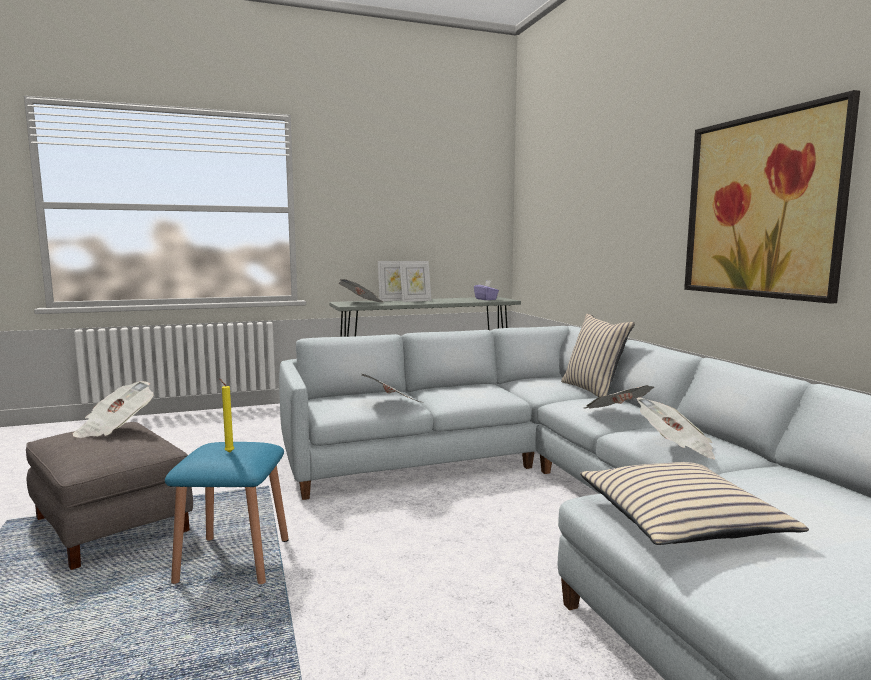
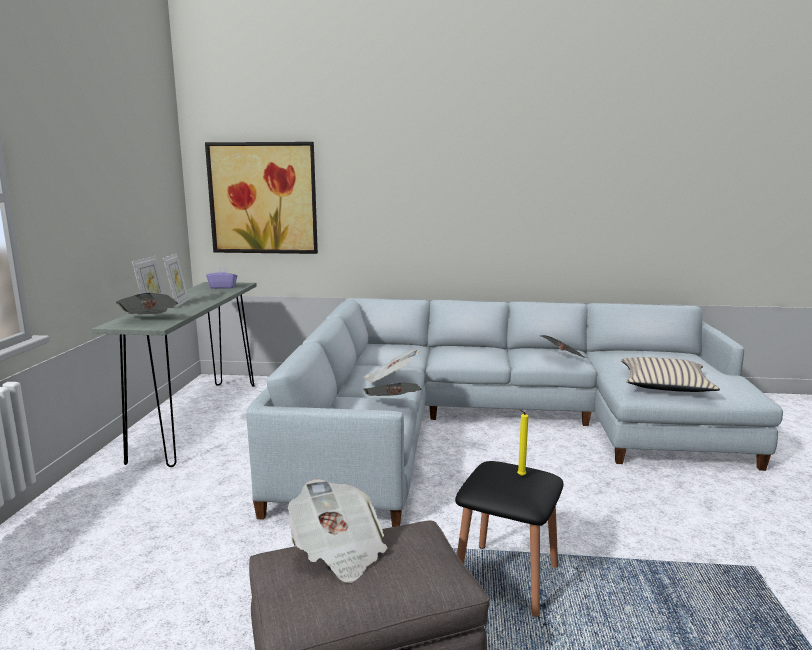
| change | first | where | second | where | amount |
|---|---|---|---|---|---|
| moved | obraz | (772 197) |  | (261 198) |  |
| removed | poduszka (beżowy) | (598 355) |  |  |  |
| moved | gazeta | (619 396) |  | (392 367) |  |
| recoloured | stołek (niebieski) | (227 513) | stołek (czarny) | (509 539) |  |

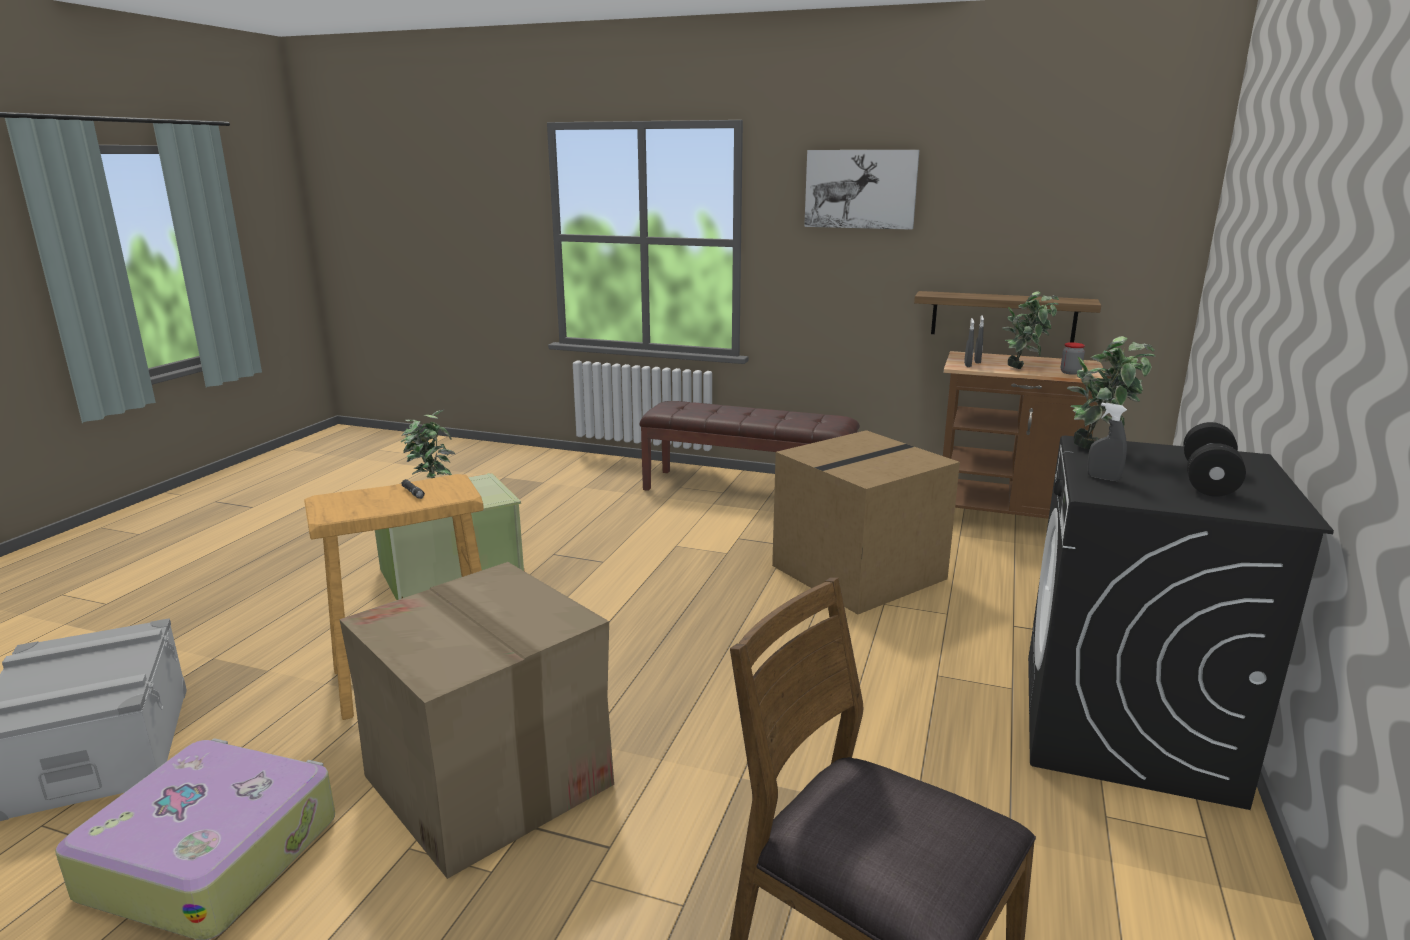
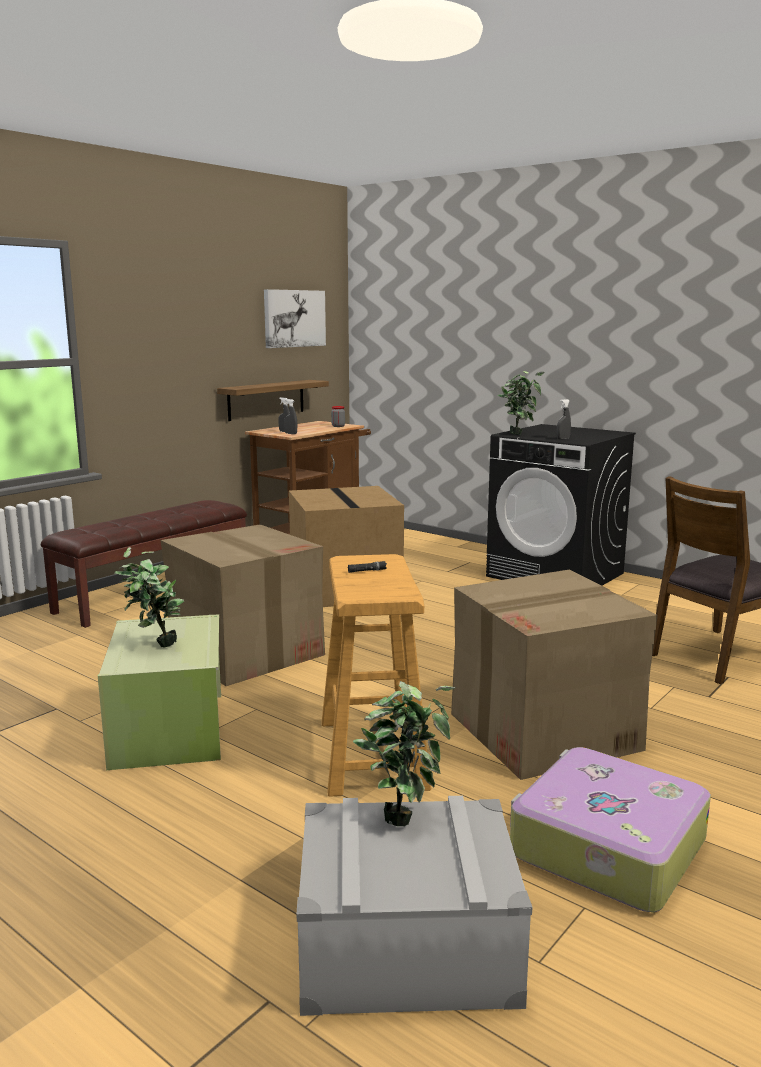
| change | first | where | second | where | amount |
|---|---|---|---|---|---|
| moved | obraz | (861 190) |  | (295 318) |  |
| moved | roślina doniczkowa | (1030 330) |  | (404 753) |  |
| removed | hantel (czarny) | (1215 459) |  |  |  |
| added |  |  | karton | (243 605) |  |

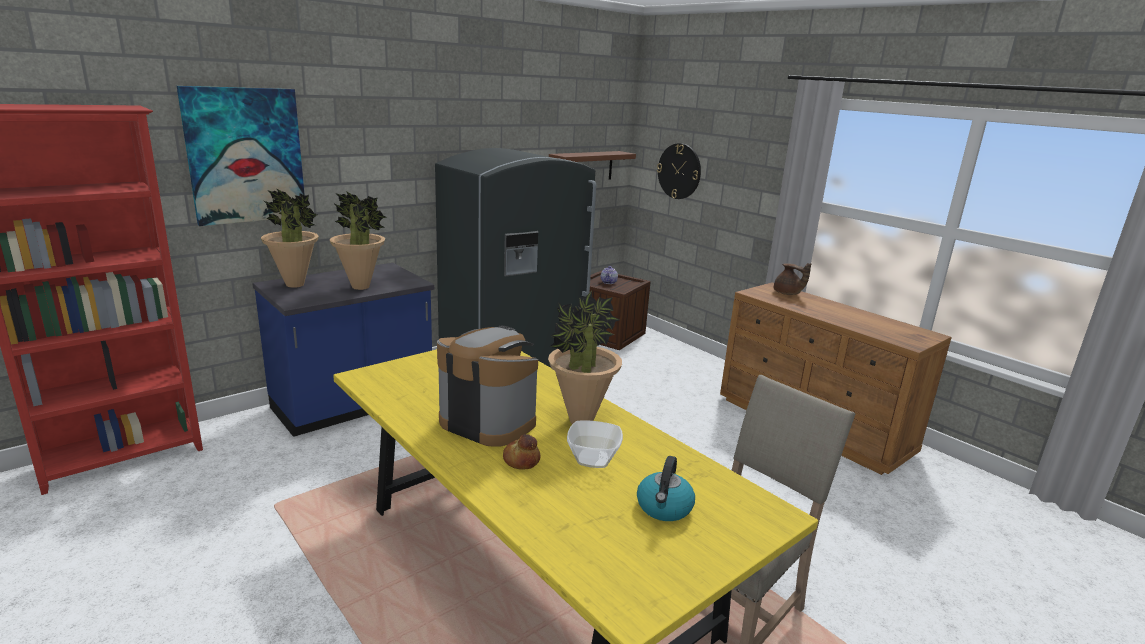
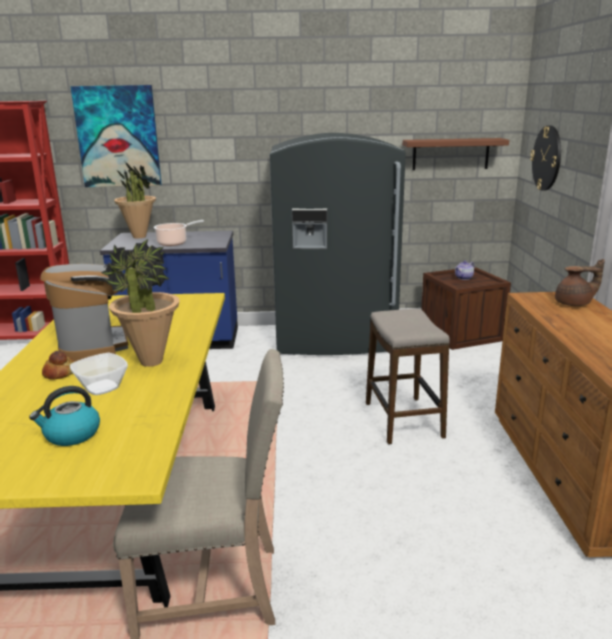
| change | first | where | second | where | amount |
|---|---|---|---|---|---|
| replaced | roślina doniczkowa | (358 240) | garnek | (179 233) |  |
| turned | imbryk (brązowy) | (792 279) |  | (580 282) | 90 degrees counterclockwise |
| added |  |  | stołek | (408 376) |  |

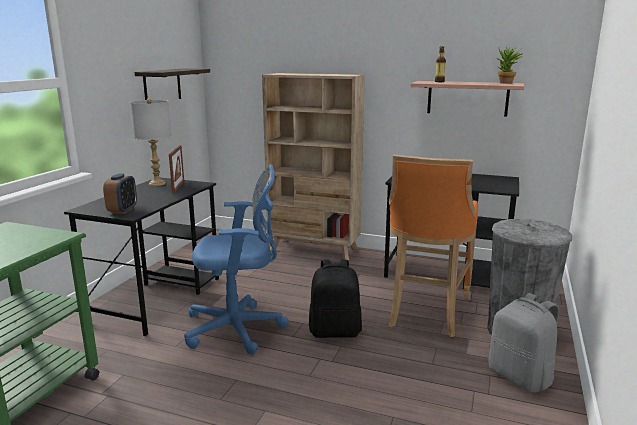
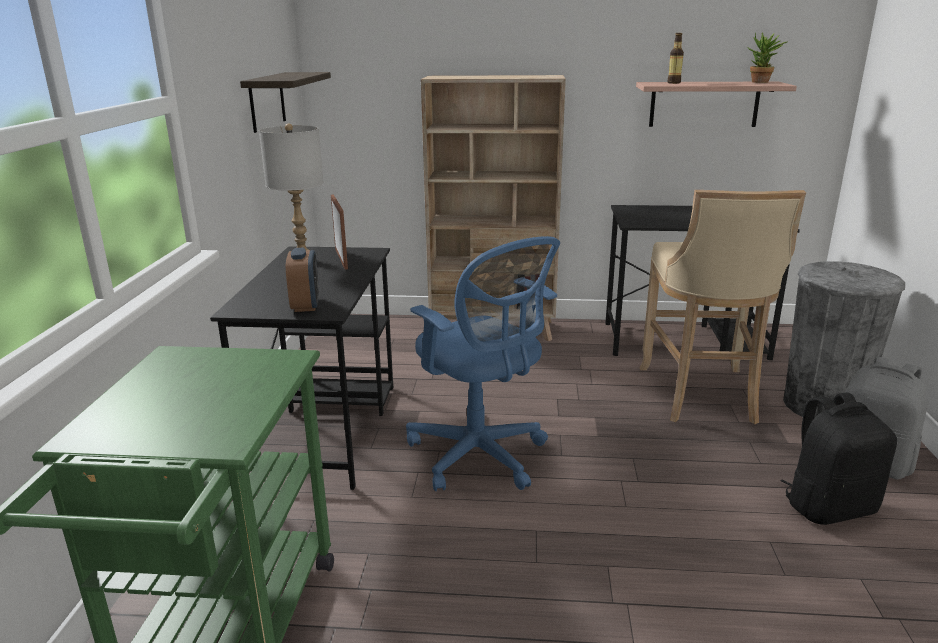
| change | first | where | second | where | amount |
|---|---|---|---|---|---|
| recoloured | stołek (pomarańczowy) | (433 246) | stołek (beżowy) | (723 307) |  |
| turned | krzesło biurowe (niebieski) | (236 259) |  | (483 363) | 75 degrees clockwise |
| moved | plecak (czarny) | (335 299) |  | (839 458) |  |

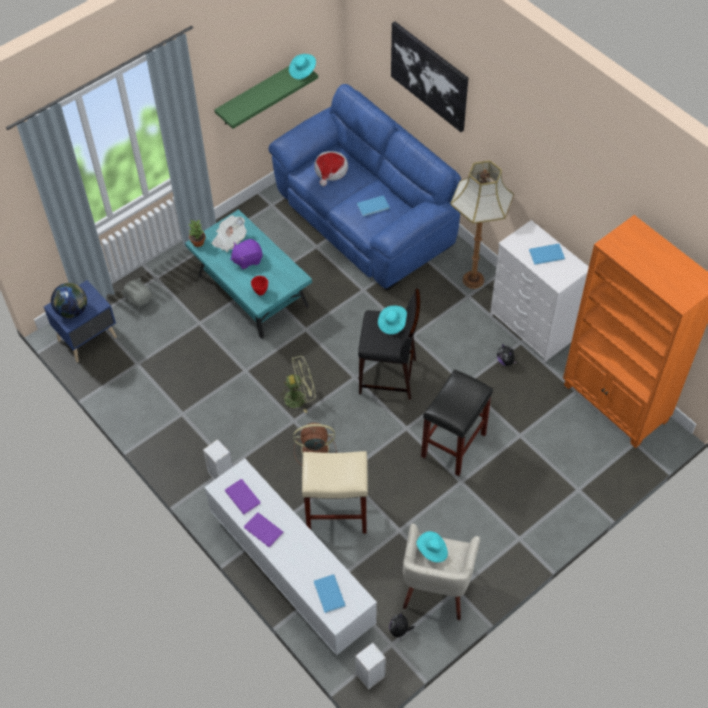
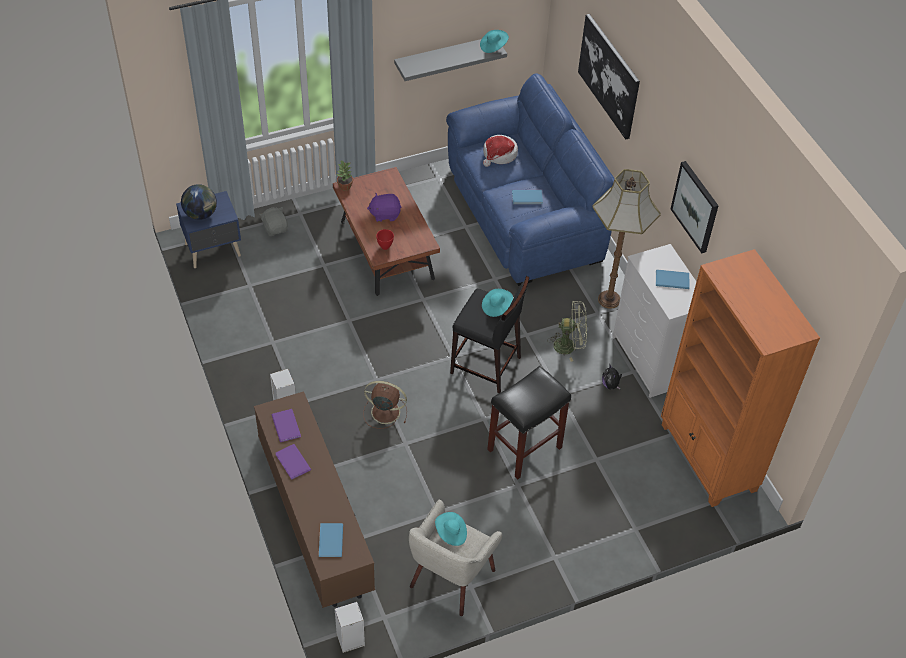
| change | first | where | second | where | amount |
|---|---|---|---|---|---|
| recoloured | półka (zielony) | (266 97) | półka (szary) | (450 60) |  |
| recoloured | ława (turkusowy) | (248 274) | ława (brązowy) | (386 231) |  |
| removed | gazeta | (229 233) |  |  |  |
| moved | wentylator (zielony) | (296 384) |  | (567 331) |  |
| removed | stołek (beżowy) | (335 492) |  |  |  |
| recoloured | szafka pod telewizor (biały) | (290 557) | szafka pod telewizor (brązowy) | (314 499) |  |
| removed | pluszak | (402 627) |  |  |  |
| added |  |  | obraz | (694 207) |  |

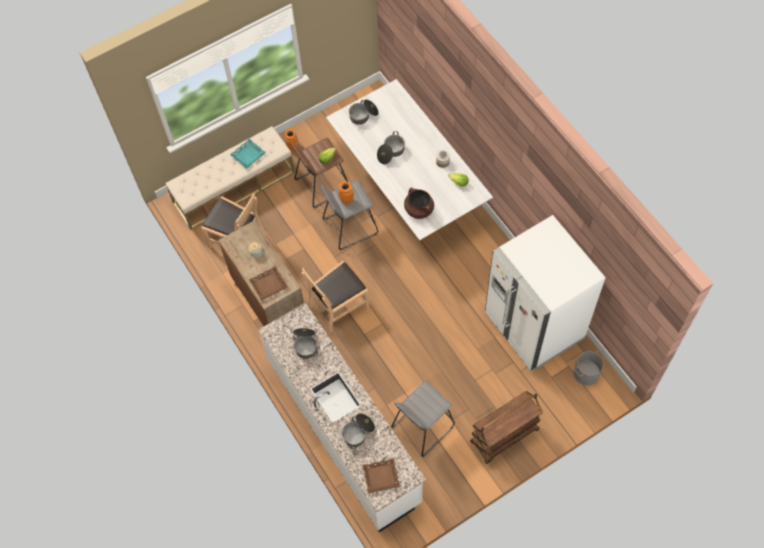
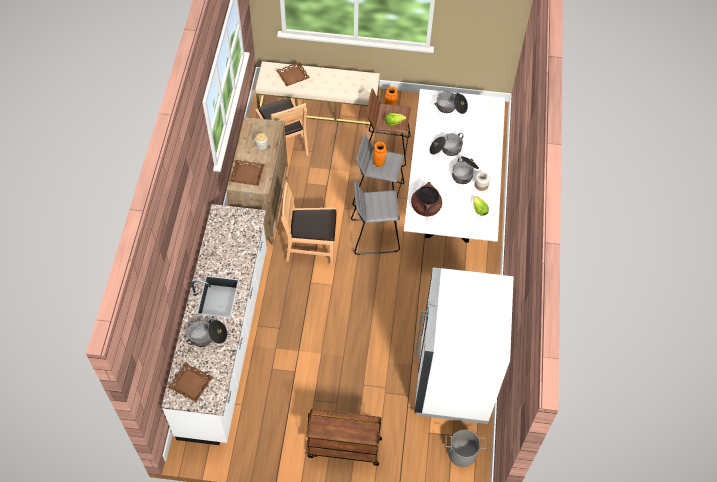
| change | first | where | second | where | amount |
|---|---|---|---|---|---|
| removed | taca (turkusowy) | (248 153) |  |  |  |
| moved | garnek | (305 343) |  | (465 170) |  |
| moved | stołek (szary) | (423 419) |  | (375 217) |  |
| added |  |  | taca (brązowy) | (293 74) |  |

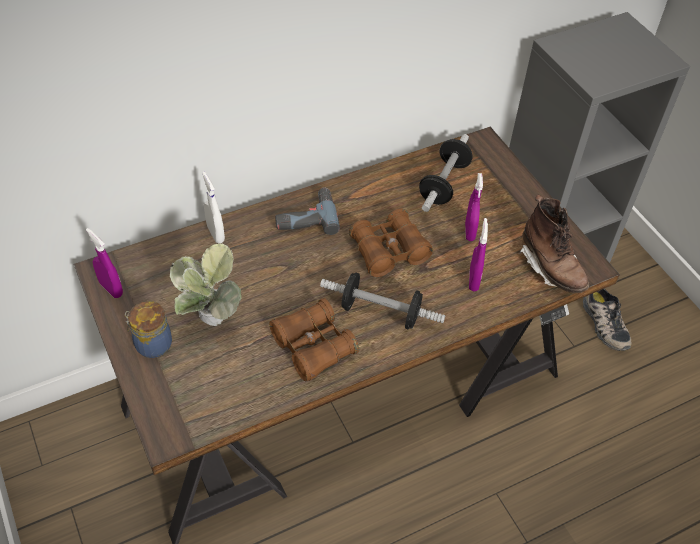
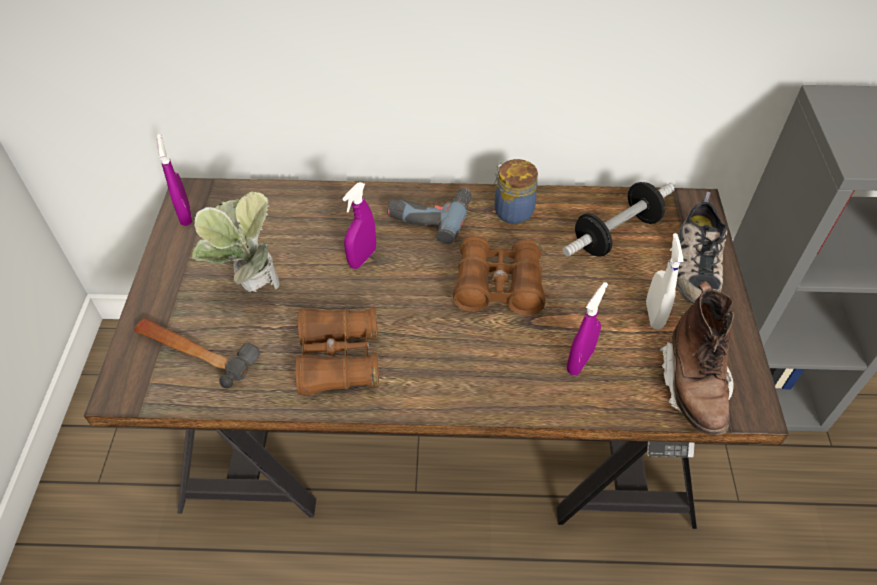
| change | first | where | second | where | amount |
|---|---|---|---|---|---|
| moved | spryskiwacz (biały) | (213 207) |  | (665 281) |  |
| moved | spryskiwacz (fioletowy) | (474 207) |  | (359 225) |  |
| removed | hantel | (382 301) |  |  |  |
| moved | but | (607 320) |  | (702 247) |  |
| moved | słoik | (148 329) |  | (516 191) |  |
| added |  |  | młotek | (197 353) |  |

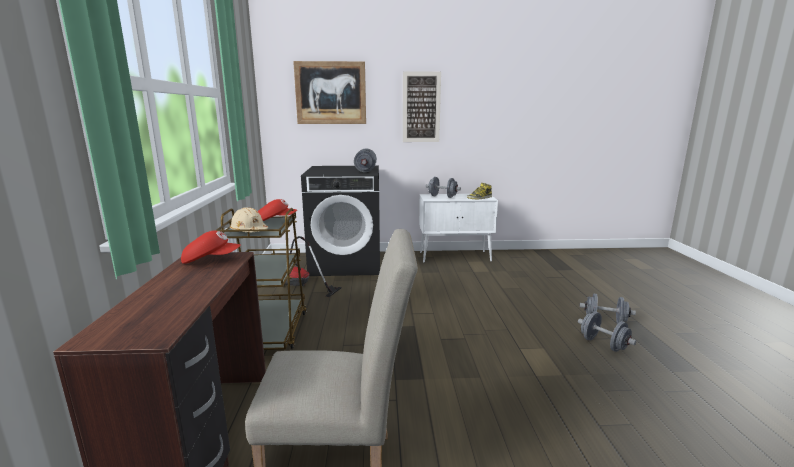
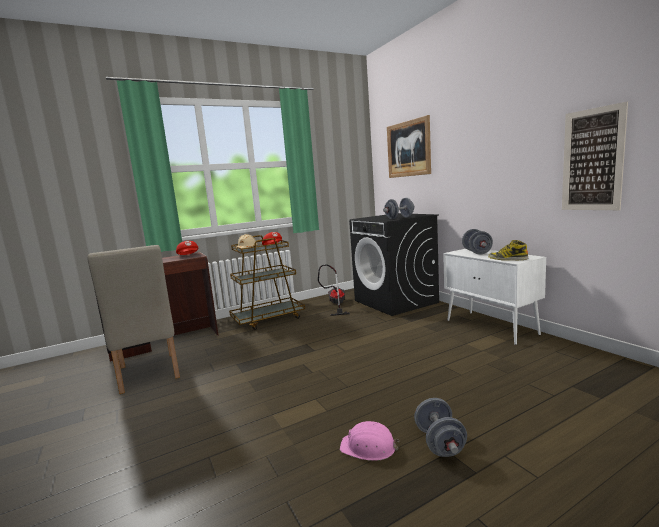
| change | first | where | second | where | amount |
|---|---|---|---|---|---|
| moved | obraz | (422 106) |  | (595 155) |  |
| replaced | hantel (szary) | (607 332) | kask (różowy) | (369 441) |  |

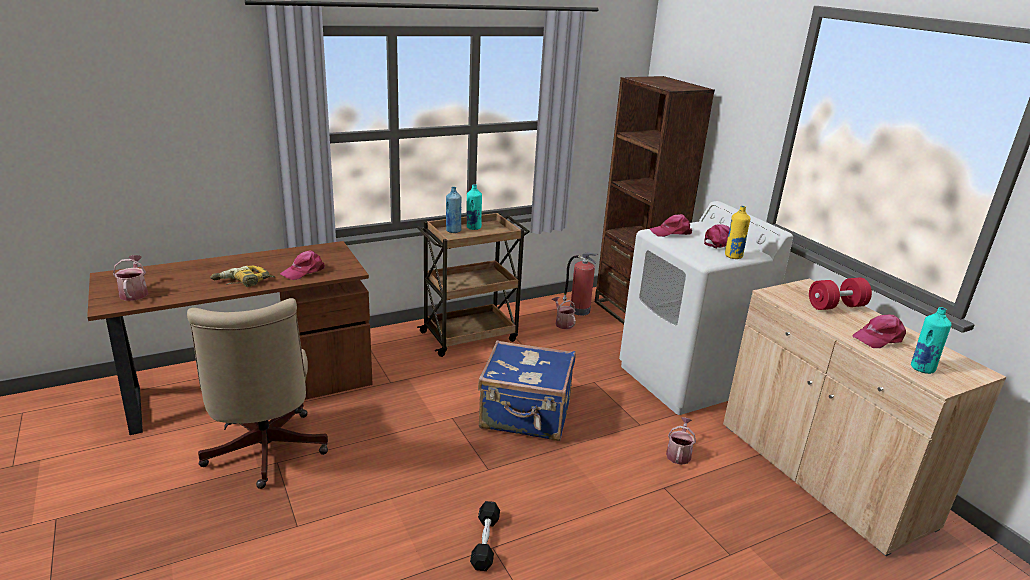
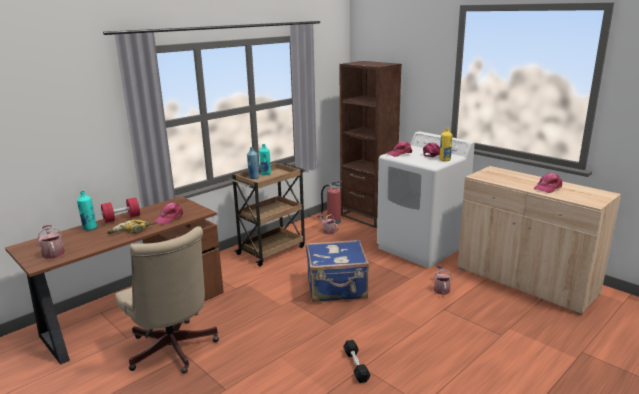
| change | first | where | second | where | amount |
|---|---|---|---|---|---|
| moved | hantel (czerwony) | (840 294) |  | (120 210) |  |
| moved | butelka (turkusowy) | (931 340) |  | (87 210) |  |

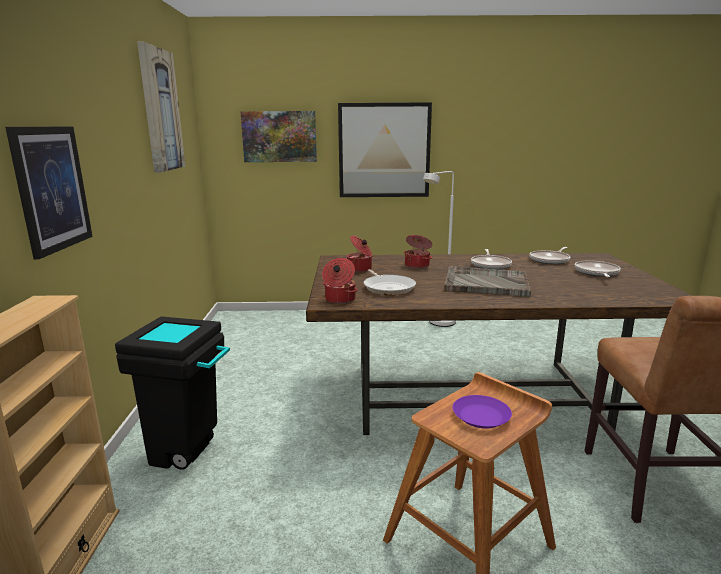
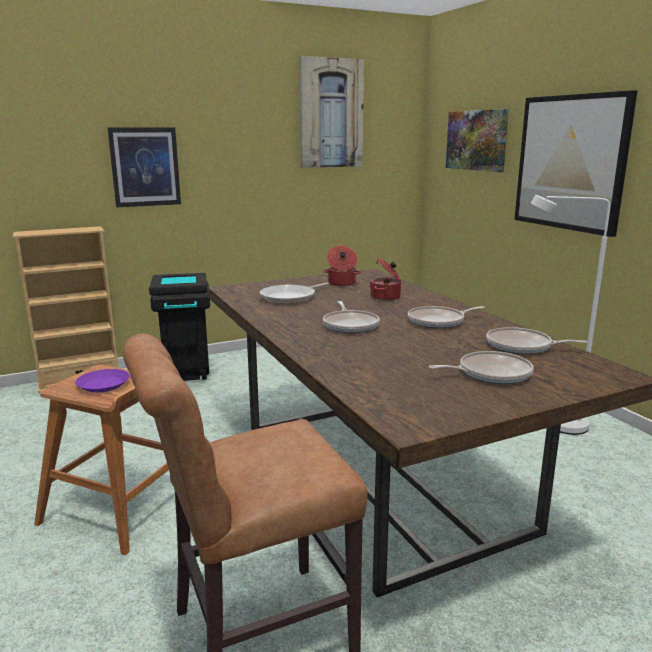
| change | first | where | second | where | amount |
|---|---|---|---|---|---|
| removed | garnek | (340 281) |  |  |  |
| replaced | taca (szary) | (487 281) | patelnia | (351 317) |  |

